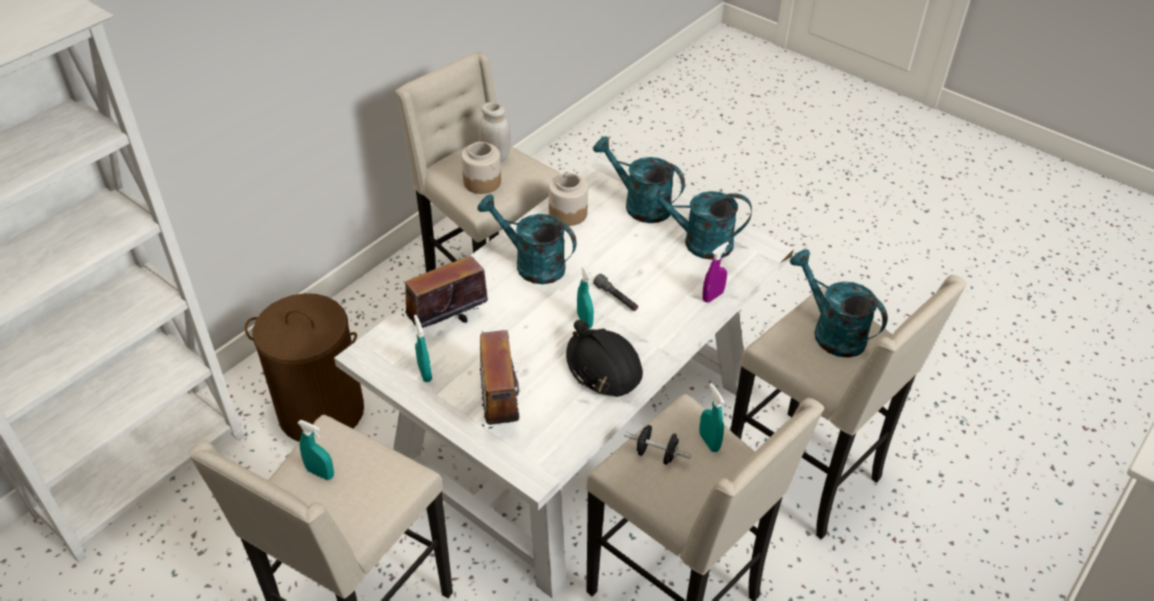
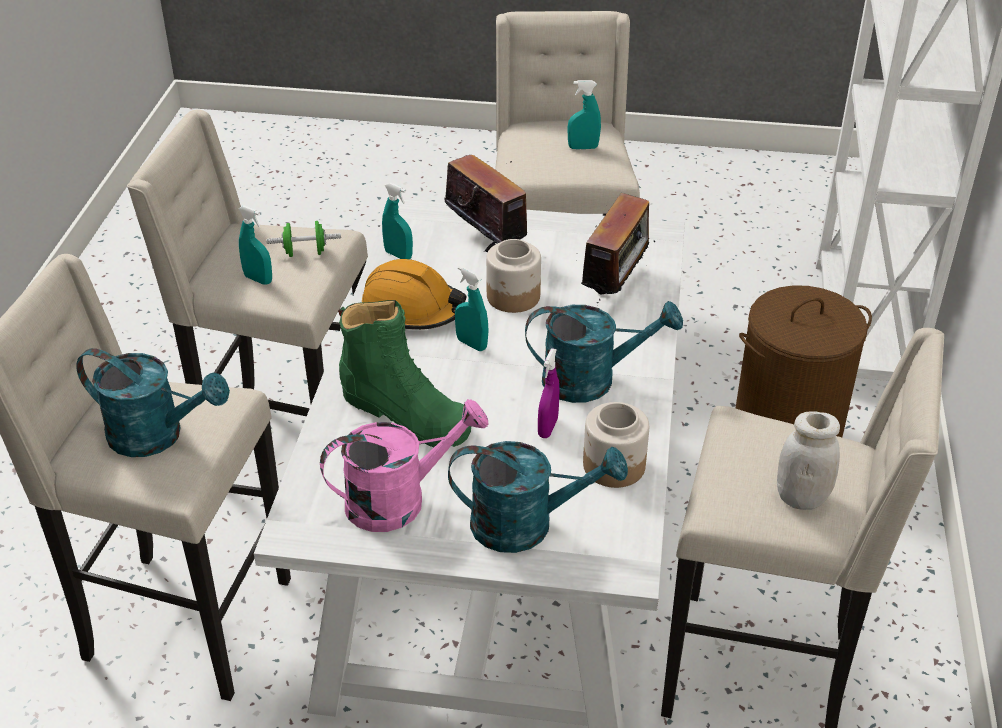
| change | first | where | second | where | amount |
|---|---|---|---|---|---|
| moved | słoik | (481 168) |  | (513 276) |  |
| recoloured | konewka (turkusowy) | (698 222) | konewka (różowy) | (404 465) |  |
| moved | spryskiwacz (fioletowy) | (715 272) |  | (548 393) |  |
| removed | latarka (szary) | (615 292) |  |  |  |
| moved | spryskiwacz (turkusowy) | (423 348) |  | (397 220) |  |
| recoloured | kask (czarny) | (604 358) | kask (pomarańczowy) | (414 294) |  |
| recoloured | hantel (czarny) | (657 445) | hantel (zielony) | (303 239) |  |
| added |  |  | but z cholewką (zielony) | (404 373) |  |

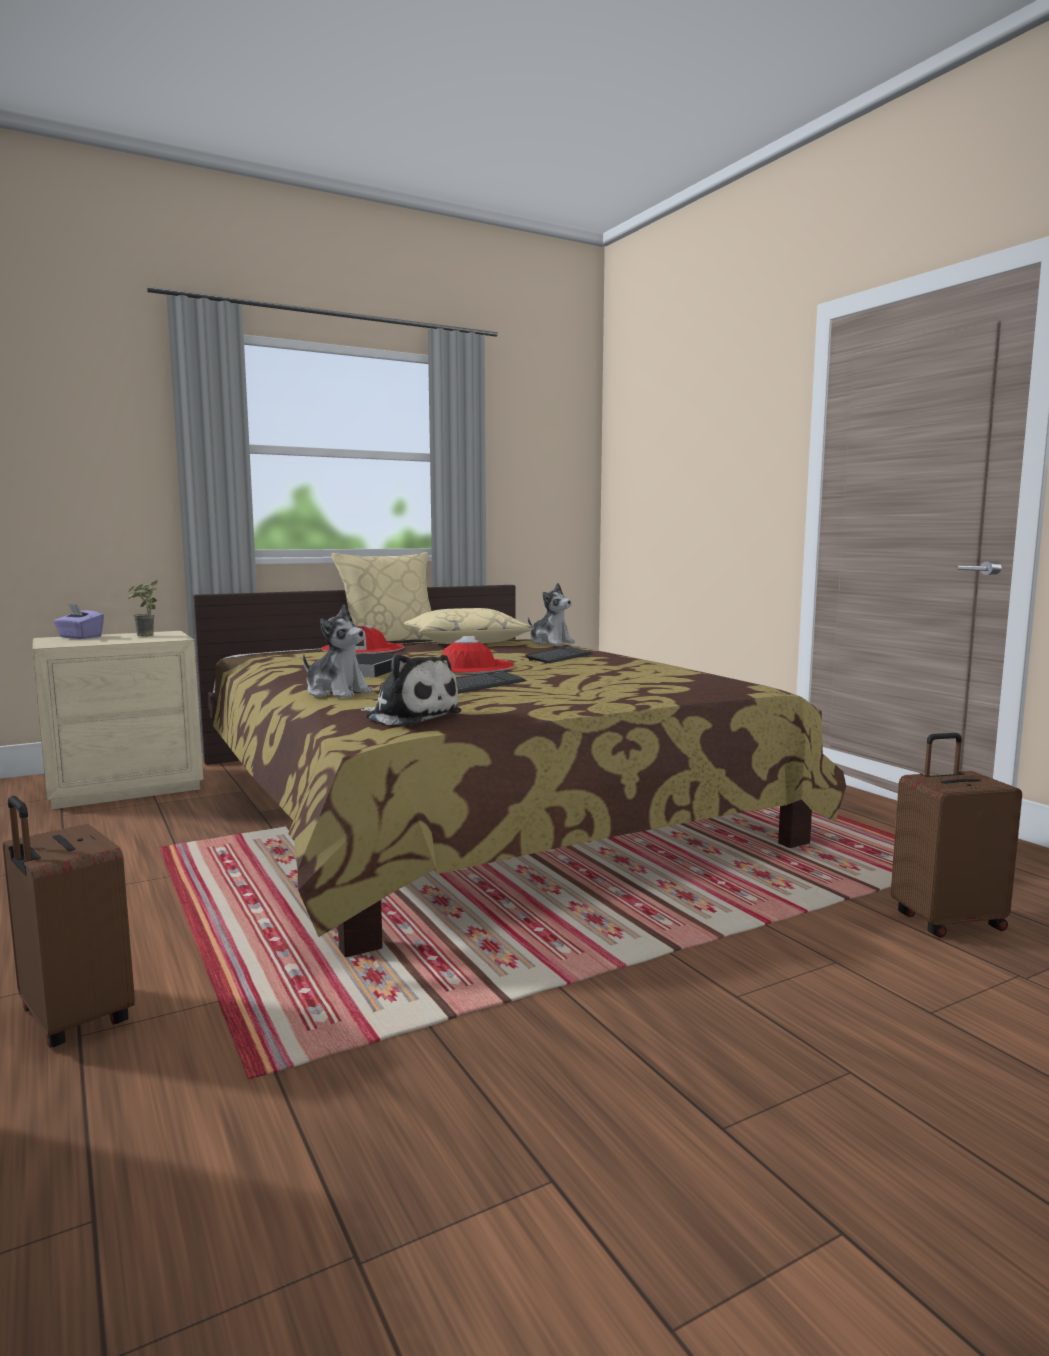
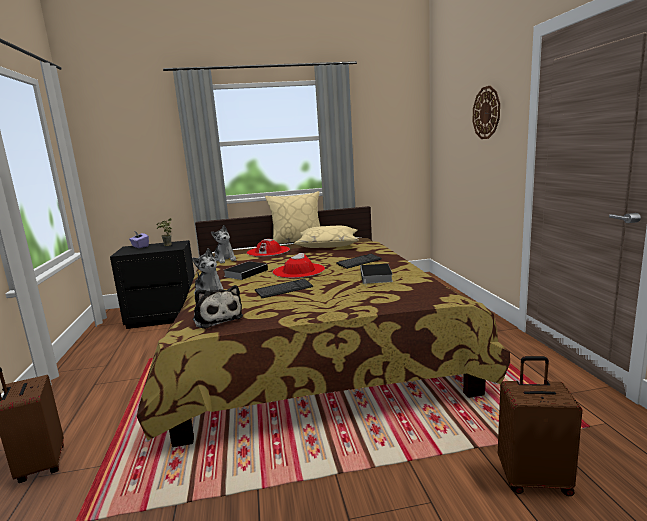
| change | first | where | second | where | amount |
|---|---|---|---|---|---|
| moved | pluszak | (551 614) |  | (223 244) |  |
| recoloured | szafka nocna (beżowy) | (118 720) | szafka nocna (czarny) | (152 284) |  |
| added |  |  | zegar ścienny | (486 112) |  |
| added |  |  | książka | (376 275) |  |

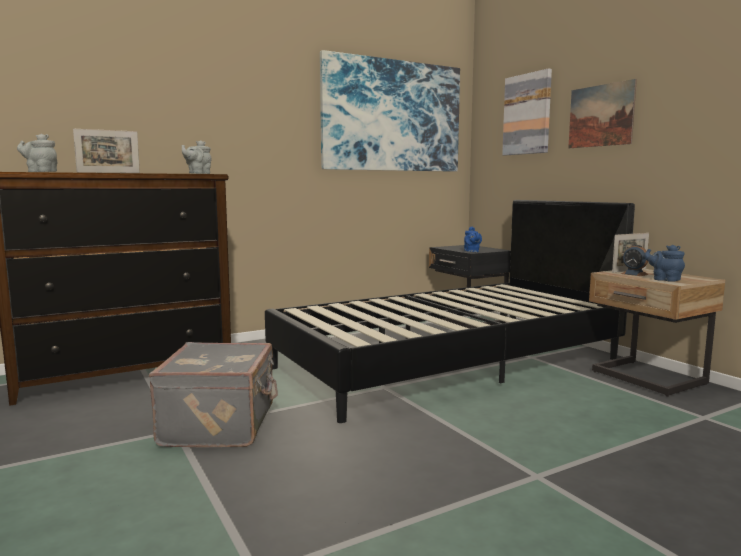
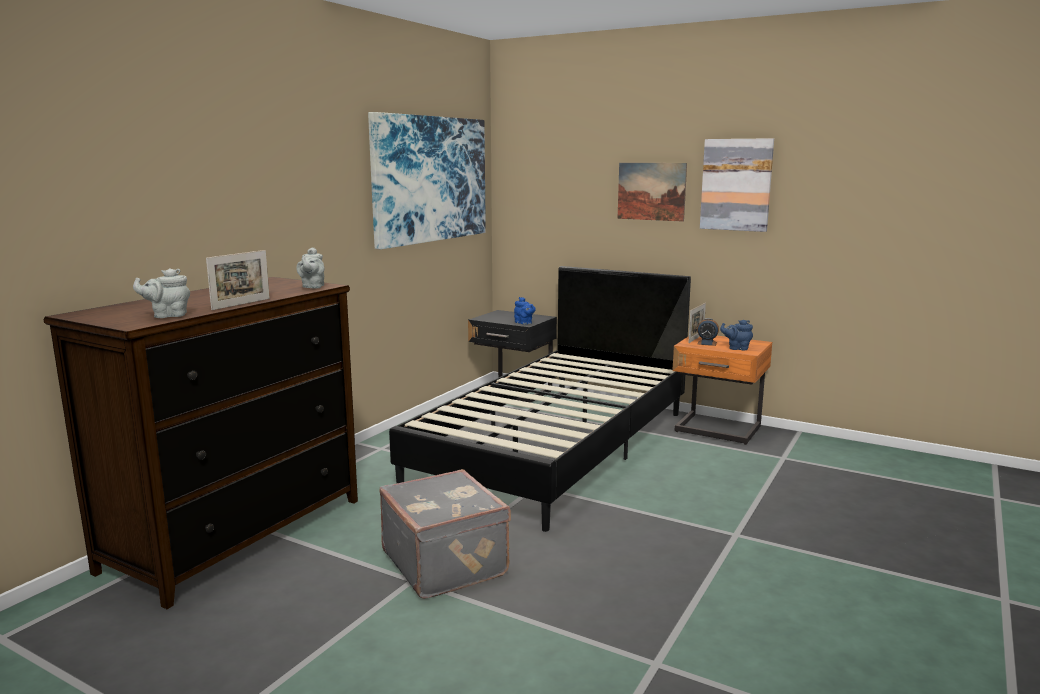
| change | first | where | second | where | amount |
|---|---|---|---|---|---|
| moved | obraz | (527 111) |  | (737 185) |  |
| recoloured | szafka nocna (beżowy) | (657 333) | szafka nocna (pomarańczowy) | (722 390) |  |

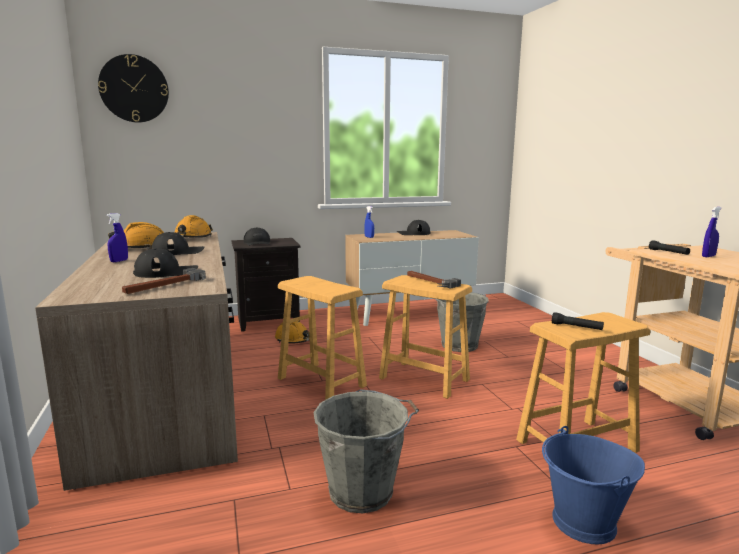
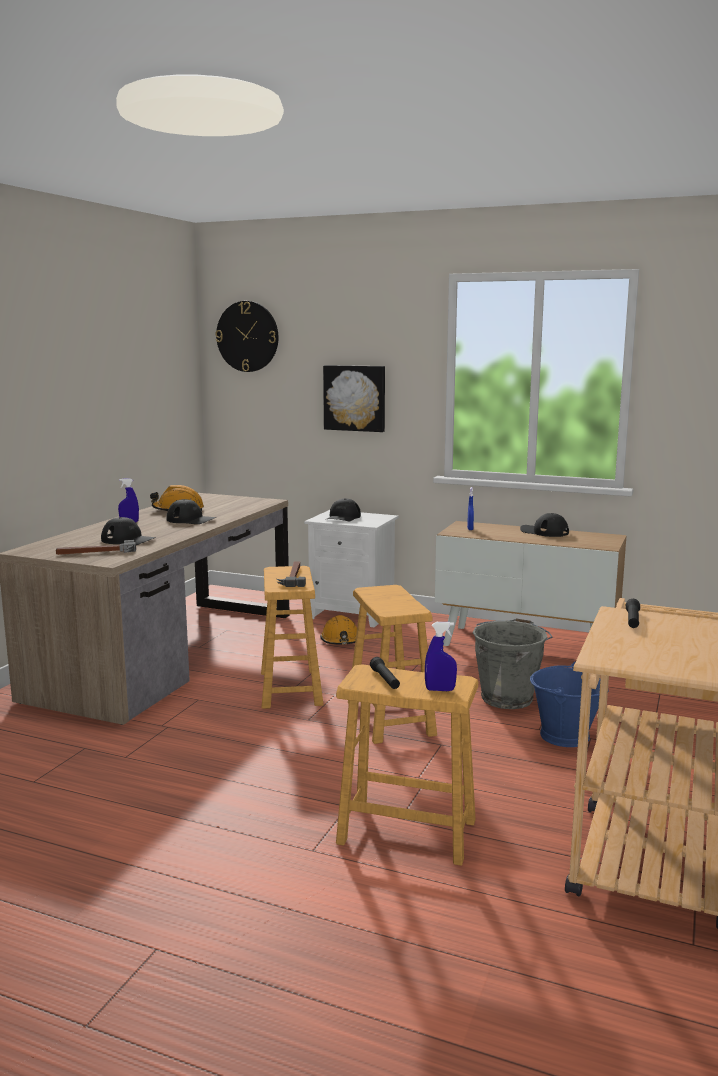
| change | first | where | second | where | amount |
|---|---|---|---|---|---|
| moved | spryskiwacz (niebieski) | (712 232) |  | (441 656) |  |
| removed | kask (pomarańczowy) | (194 226) |  |  |  |
| recoloured | szafka nocna (czarny) | (266 285) | szafka nocna (biały) | (351 569) |  |
| moved | młotek | (434 280) |  | (291 574) |  |
| removed | wiadro (szary) | (366 451) |  |  |  |
| moved | wiadro (niebieski) | (593 485) |  | (565 704) |  |
| added |  |  | obraz | (354 398) |  |

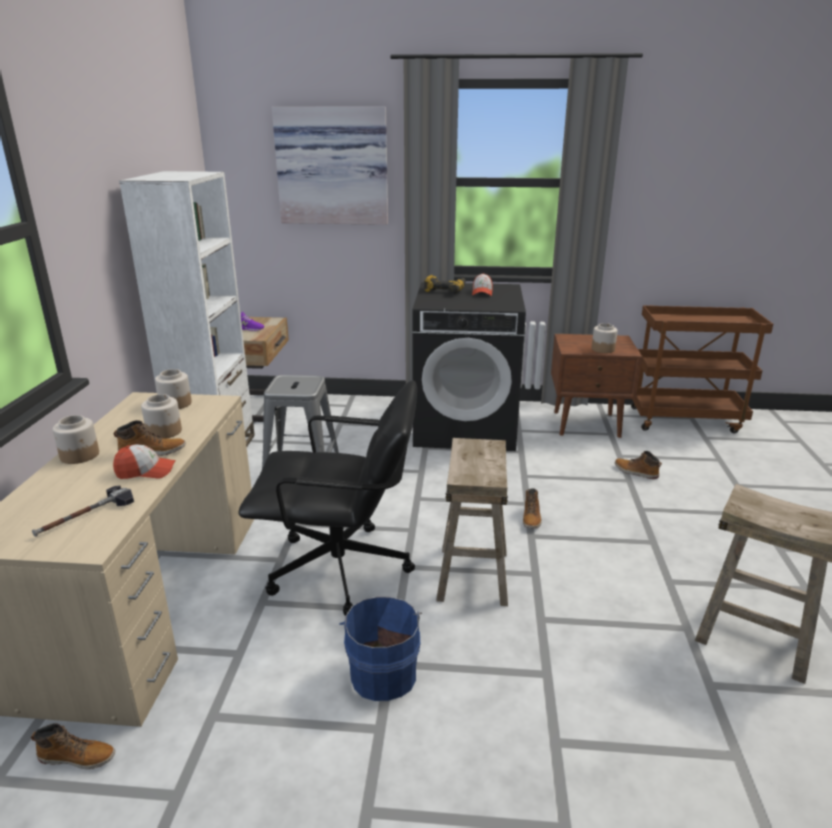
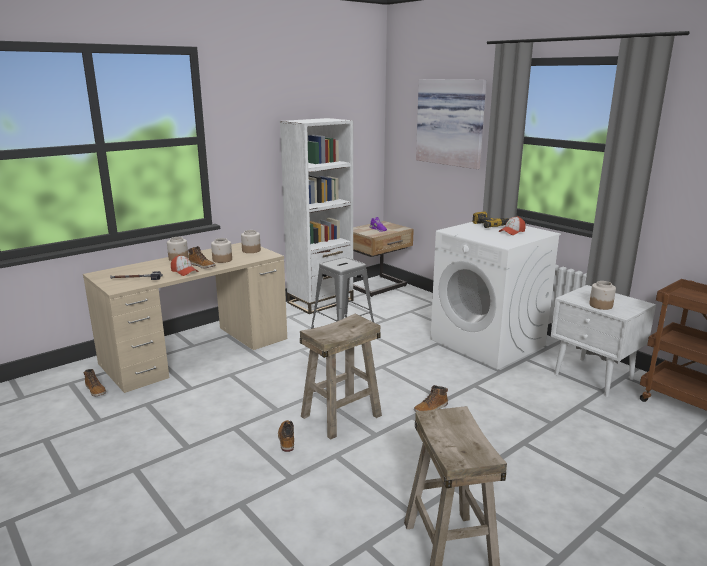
| change | first | where | second | where | amount |
|---|---|---|---|---|---|
| recoloured | pralka (czarny) | (469 366) | pralka (biały) | (496 296) |  |
| recoloured | szafka nocna (brązowy) | (596 386) | szafka nocna (biały) | (603 341) |  |
| removed | krzesło biurowe (czarny) | (327 498) |  |  |  |
| moved | but z cholewką | (638 465) |  | (286 436) |  |
| removed | wiadro (niebieski) | (380 649) |  |  |  |

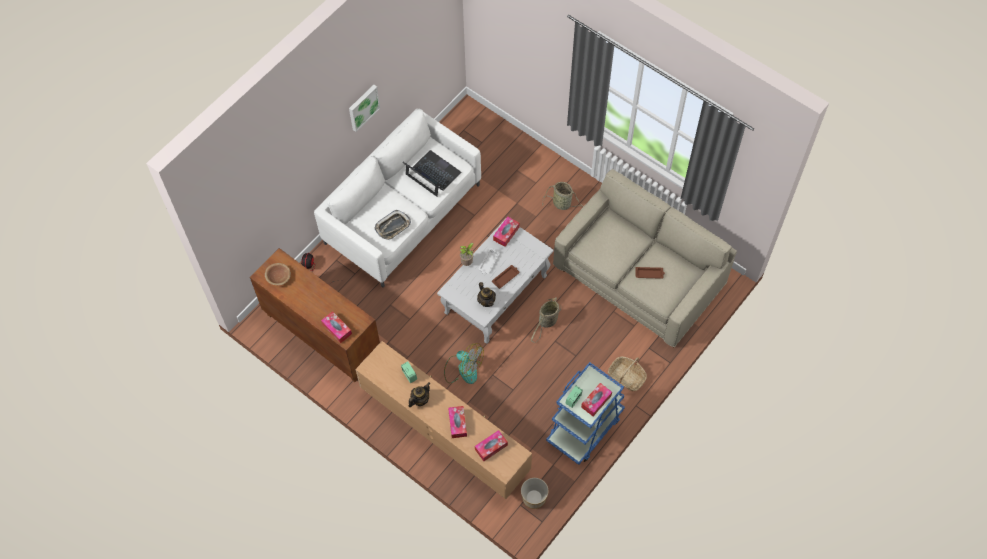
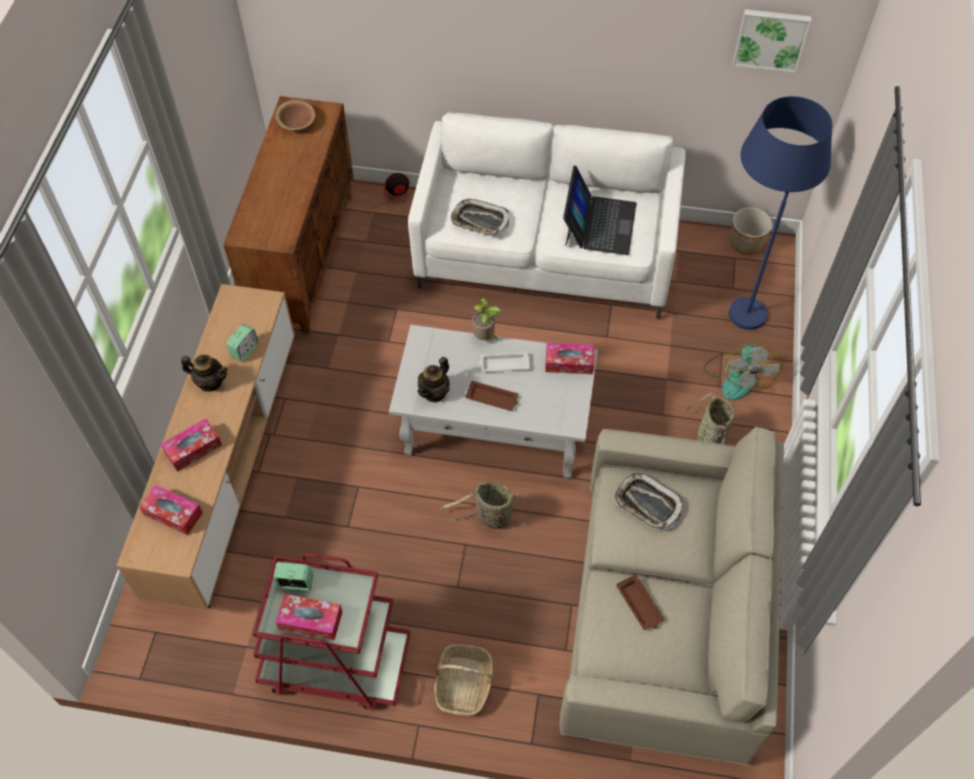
| change | first | where | second | where | amount |
|---|---|---|---|---|---|
| moved | obraz | (364 108) |  | (772 41) |  |
| removed | pudełko chusteczek | (336 327) |  |  |  |
| moved | wentylator | (464 363) |  | (743 371) |  |
| recoloured | wózek (niebieski) | (585 413) | wózek (czerwony) | (332 631) |  |
| moved | donica | (535 493) |  | (751 231) |  |
| added |  |  | lampa stojąca (niebieski) | (781 213) |  |
| added |  |  | taca | (649 501) |  |

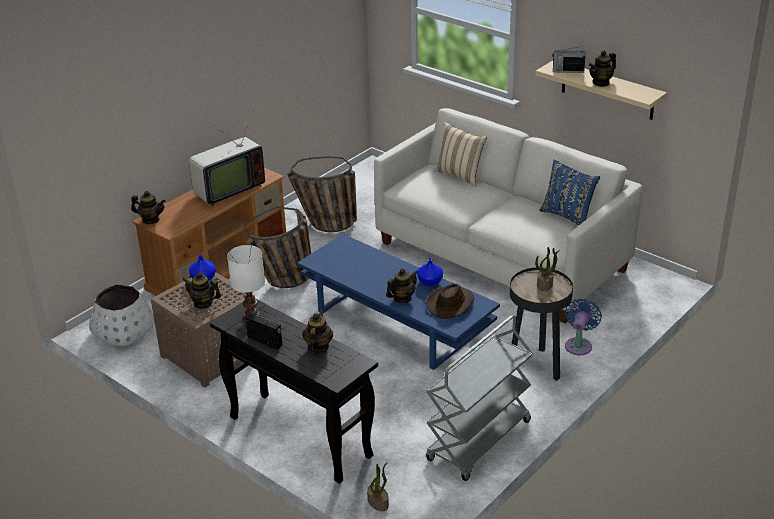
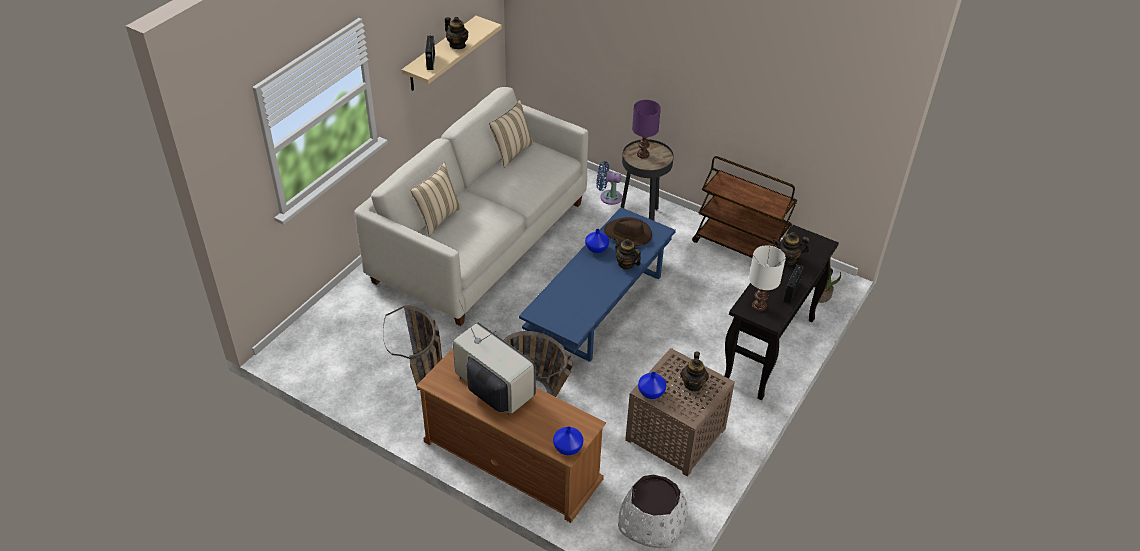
| change | first | where | second | where | amount |
|---|---|---|---|---|---|
| recoloured | poduszka (niebieski) | (570 192) | poduszka (beżowy) | (511 134) |  |
| replaced | imbryk | (148 207) | wazon (niebieski) | (568 440) |  |
| replaced | roślina doniczkowa | (547 269) | lampa stołowa (fioletowy) | (646 129) |  |
| recoloured | wózek (szary) | (479 398) | wózek (brązowy) | (745 207) |  |

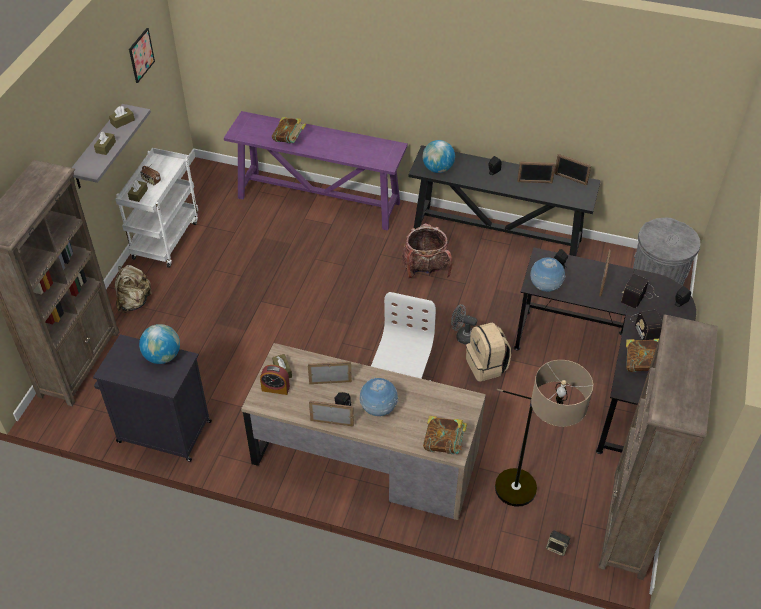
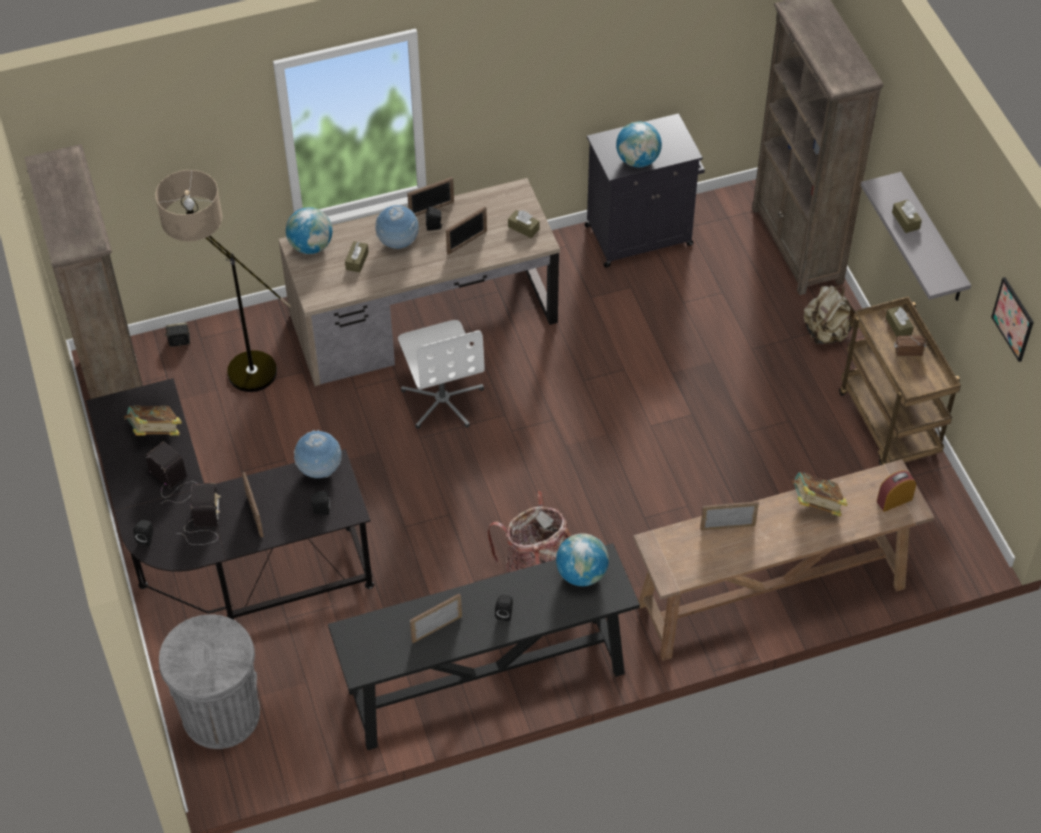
| change | first | where | second | where | amount |
|---|---|---|---|---|---|
| moved | pudełko chusteczek (brązowy) | (122 117) |  | (357 256) |  |
| recoloured | stolik konsolowy (fioletowy) | (316 171) | stolik konsolowy (brązowy) | (783 560) |  |
| recoloured | wózek (biały) | (156 208) | wózek (brązowy) | (900 380) |  |
| moved | ramka na zdjęcie | (572 170) |  | (729 515) |  |
| removed | wentylator (szary) | (464 324) |  |  |  |
| removed | plecak (beżowy) | (488 352) |  |  |  |
| moved | budzik | (275 380) |  | (896 491) |  |
| replaced | książka | (445 435) | globus | (309 230) |  |

